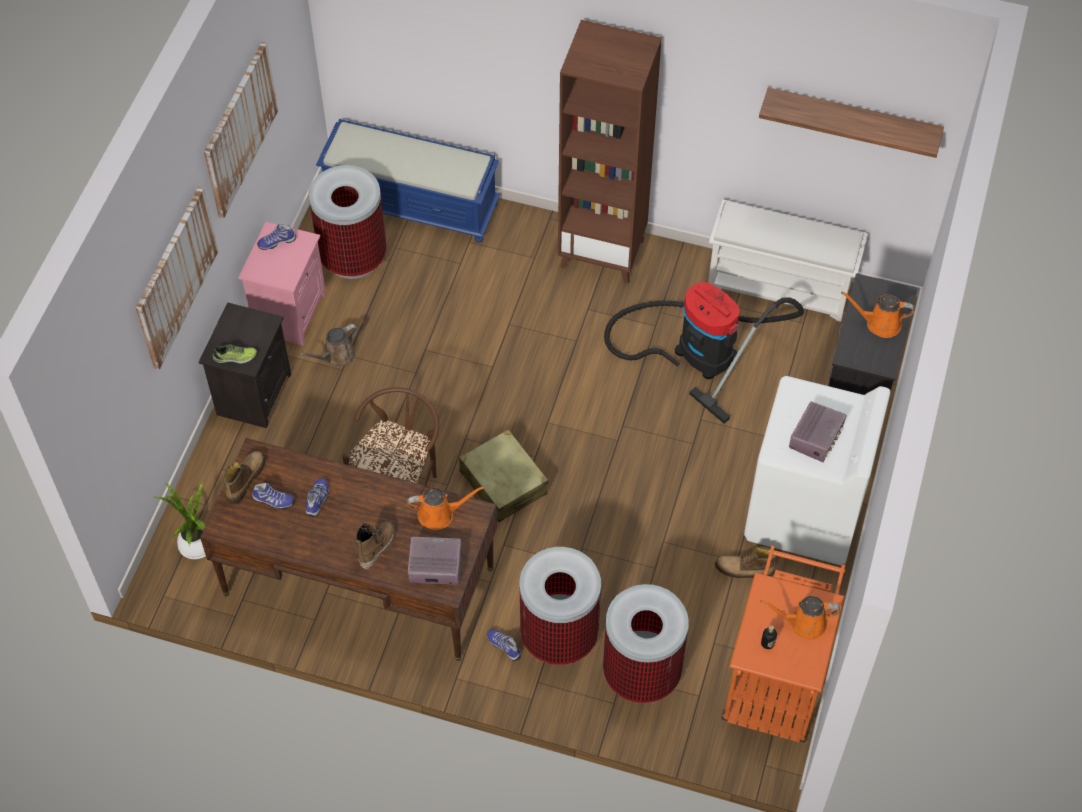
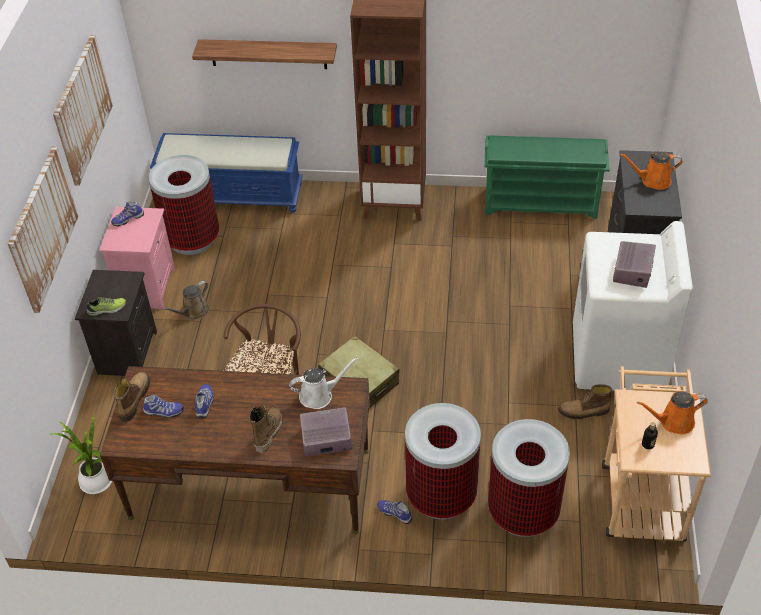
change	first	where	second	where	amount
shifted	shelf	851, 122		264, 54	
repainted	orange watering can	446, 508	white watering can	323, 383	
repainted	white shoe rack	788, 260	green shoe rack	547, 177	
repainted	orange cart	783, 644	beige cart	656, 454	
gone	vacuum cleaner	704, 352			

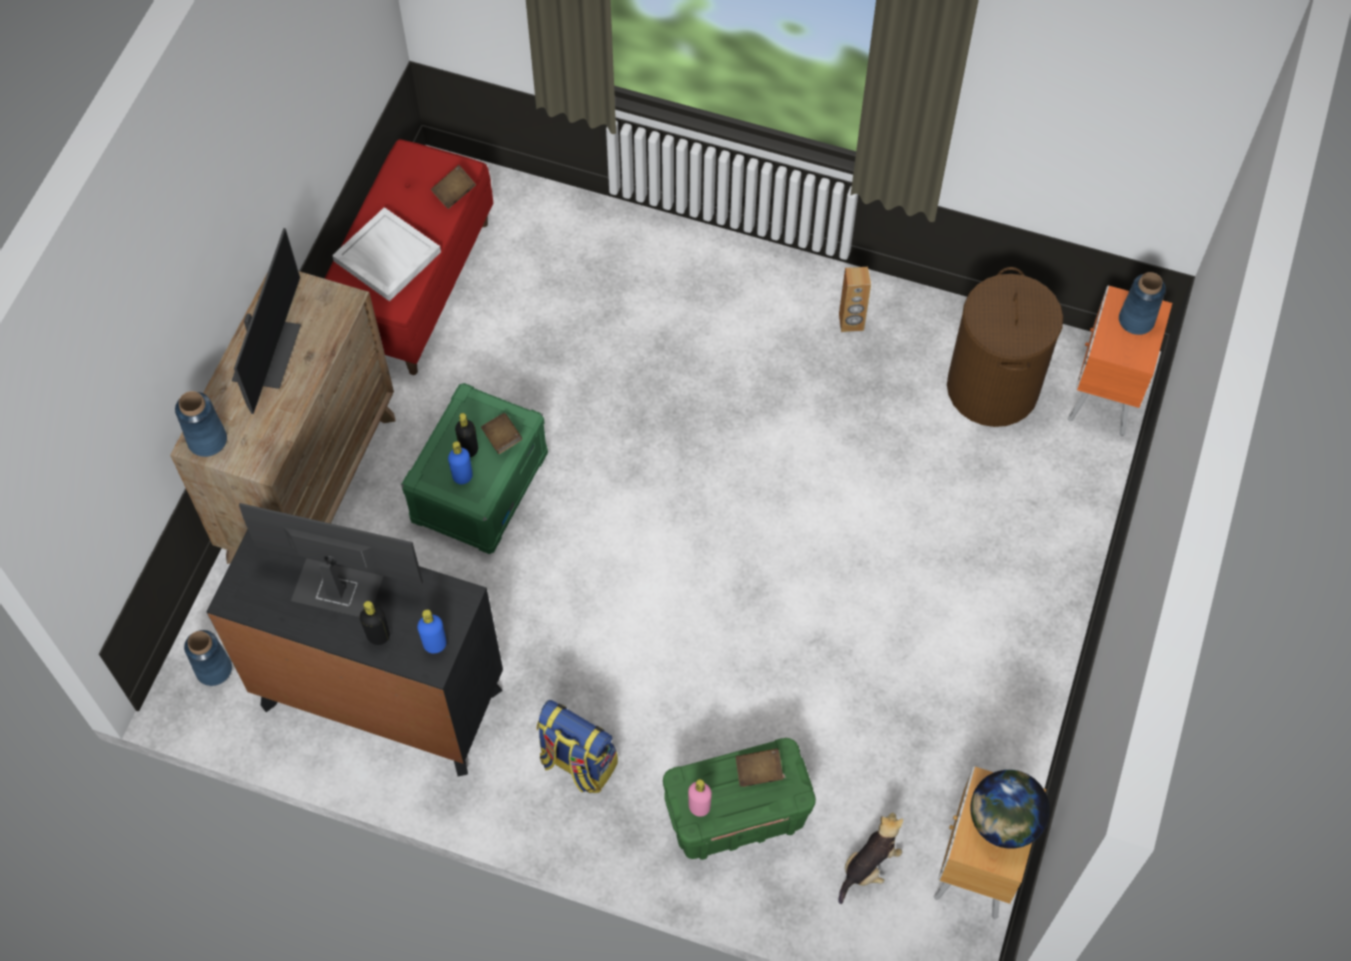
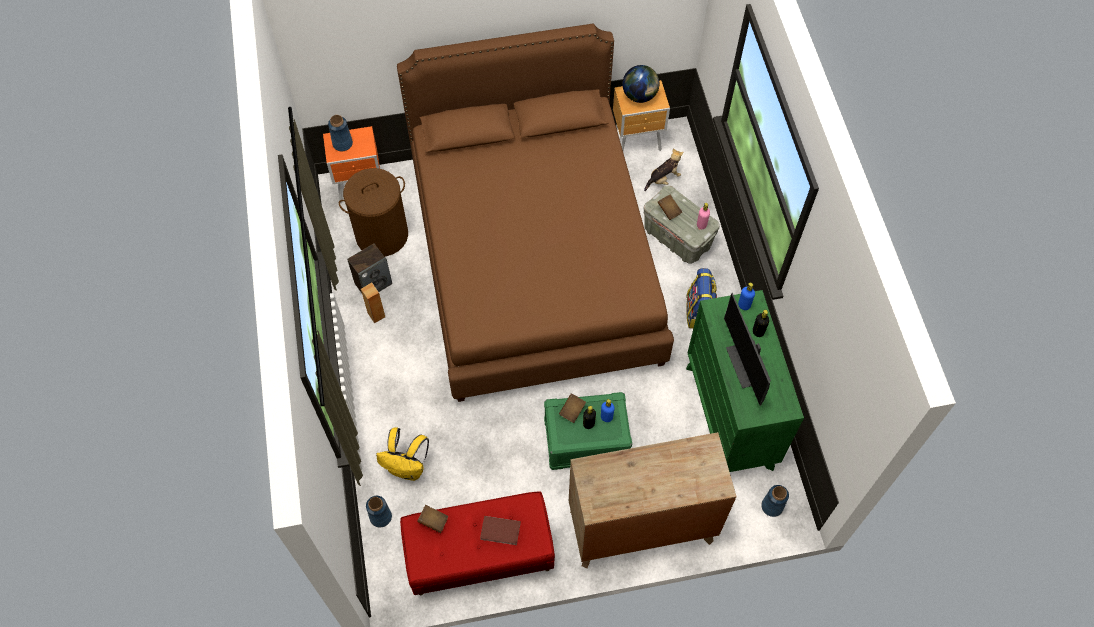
change	first	where	second	where	amount
new			speaker	369, 268	
shifted	blue vase	201, 424		379, 511	
new			yellow backpack	402, 454	
new			brown bed	535, 213	
swapped	white tray	386, 254	brown book	500, 530	
rotated	plush toy	870, 858		663, 169	135 degrees clockwise
repainted	green storage box	739, 799	grey storage box	682, 224	
repainted	black dresser	355, 653	green dresser	745, 381	
gone	monitor	266, 321			

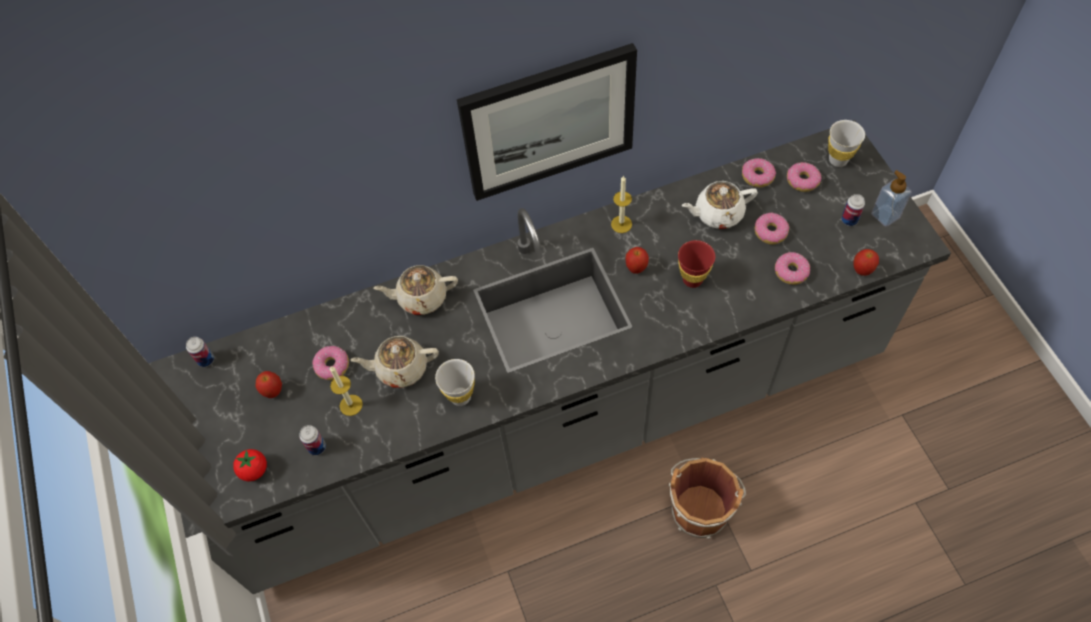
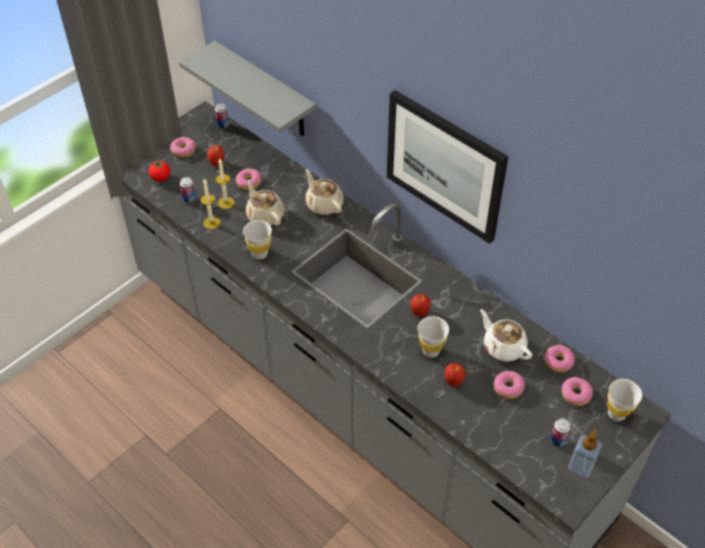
change	first	where	second	where	amount
shifted	donut	792, 268		183, 147	
new			grey shelf	247, 88	
shifted	candle	621, 204		210, 203	
repainted	red cup	696, 264	white cup	433, 337	
shifted	apple	866, 262		455, 375	
gone	brown bucket	707, 498			

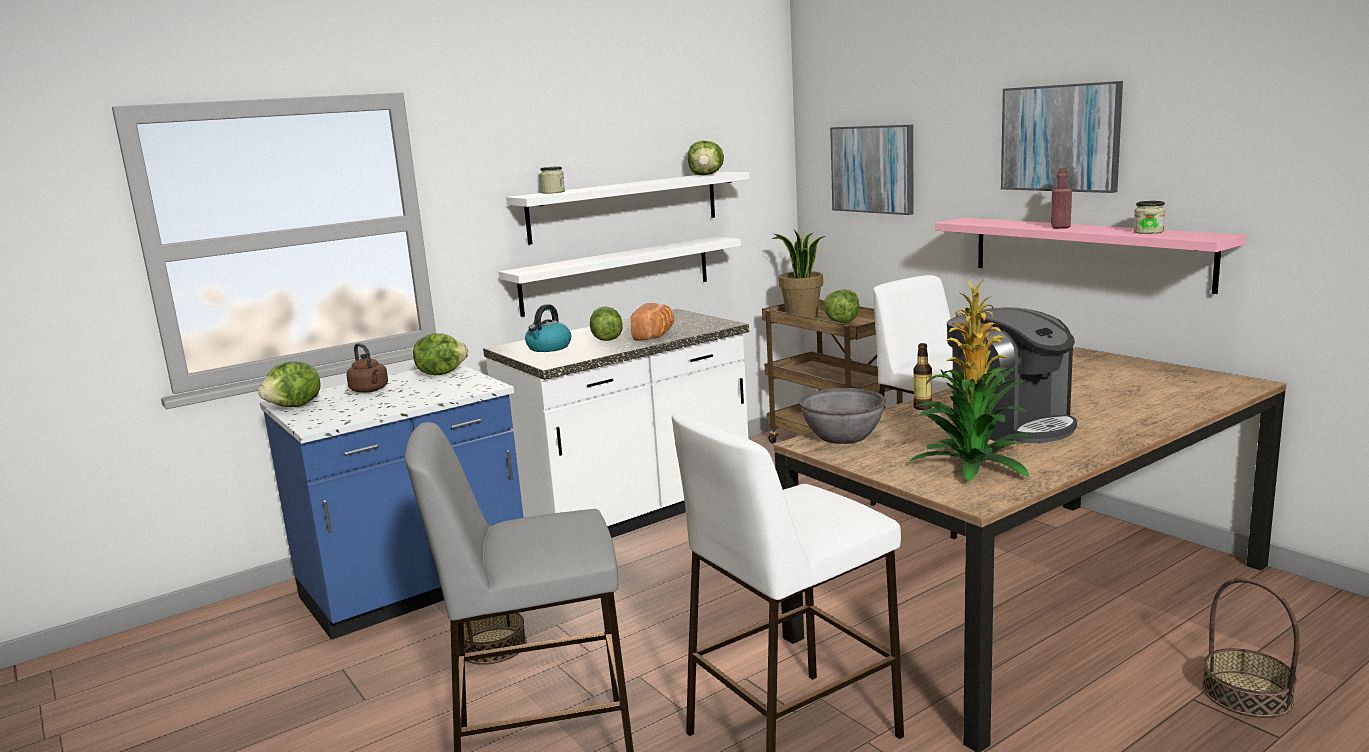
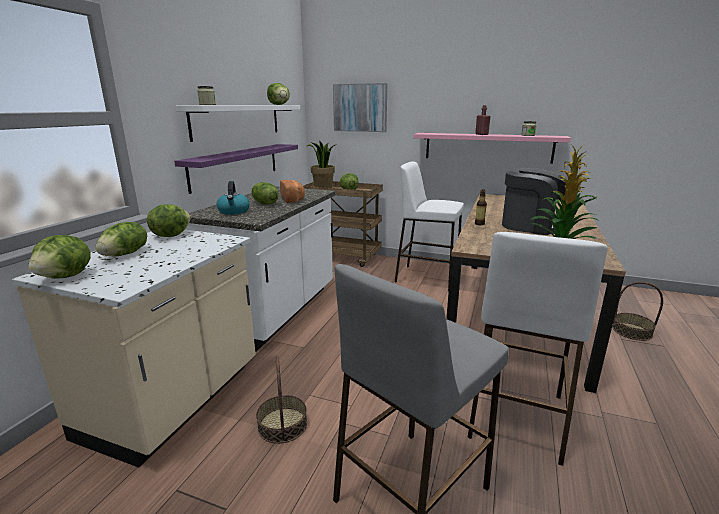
change	first	where	second	where	amount
repainted	blue counter	392, 502	beige counter	134, 349	
swapped	brown kettle	367, 368	lettuce	121, 239	
repainted	white shelf	620, 277	purple shelf	236, 169	
gone	grey bowl	842, 416			
gone	picture	1062, 137			

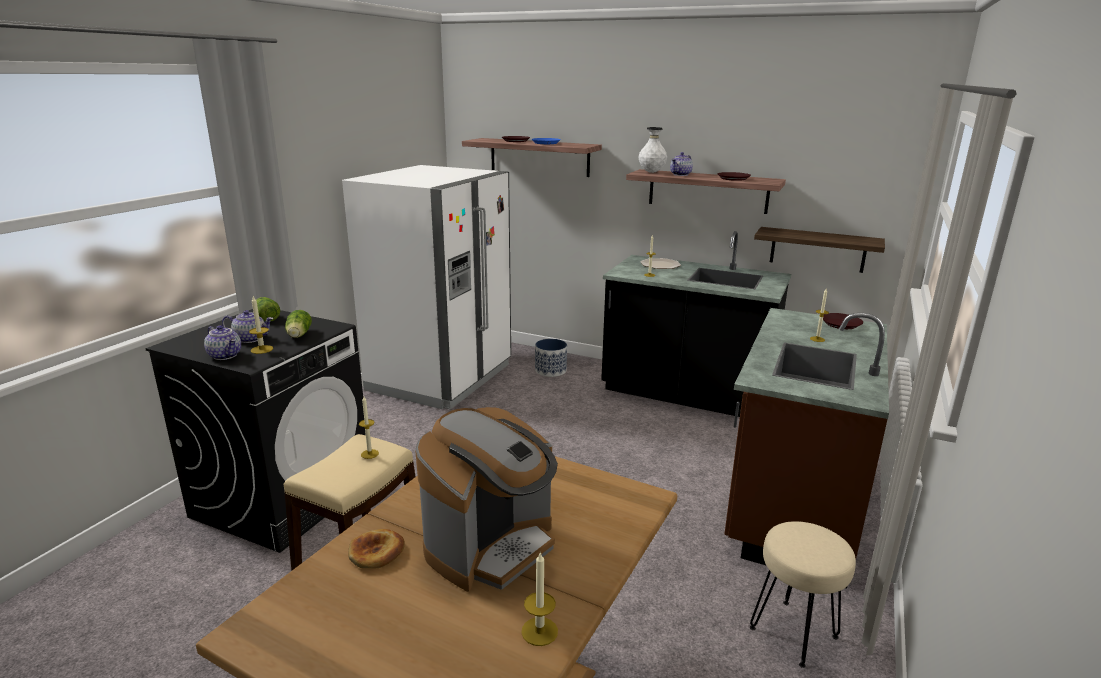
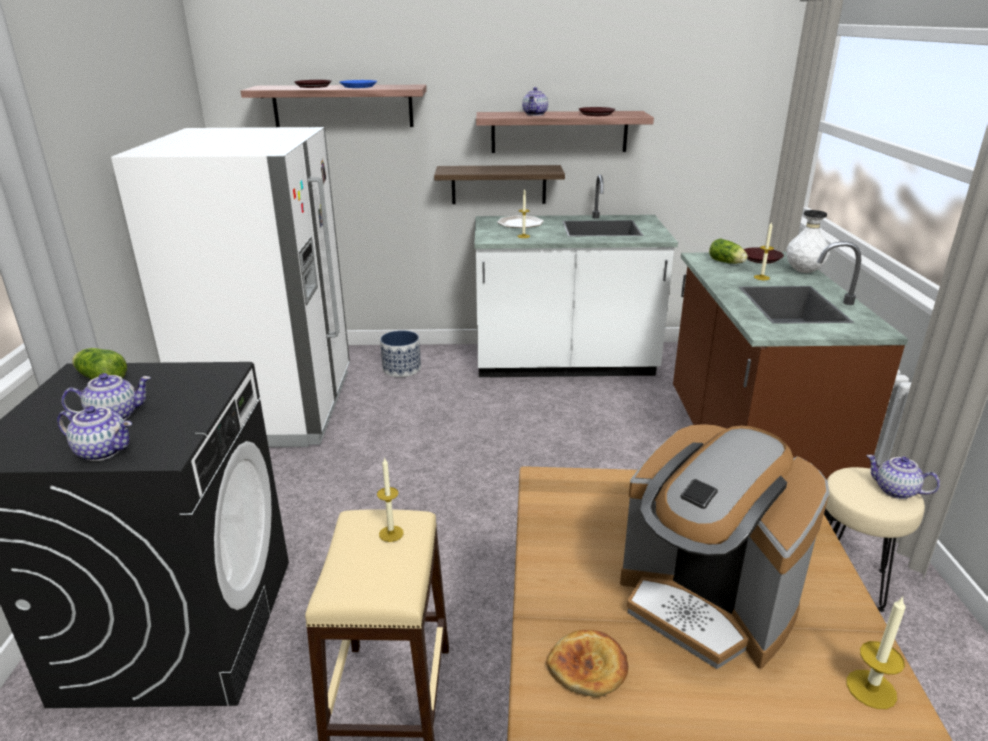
change	first	where	second	where	amount
shifted	shelf	819, 250		499, 184	
repainted	black counter	696, 324	white counter	576, 275	
rotated	coffee machine	486, 499		724, 546	120 degrees clockwise
shifted	lettuce	298, 324		728, 251	
shifted	white vase	653, 150		808, 241	
new			teapot	903, 477	
gone	candle	261, 325			

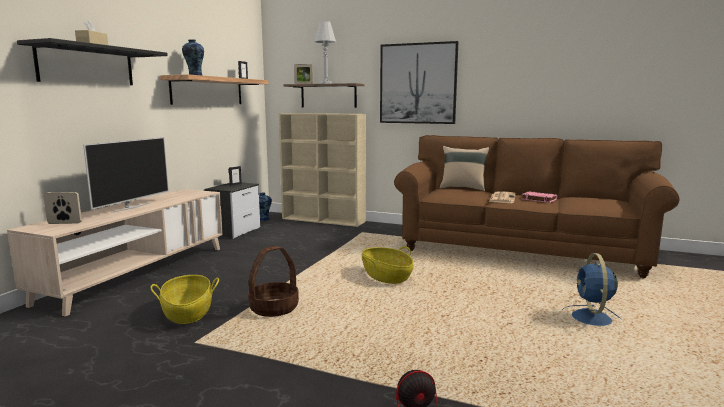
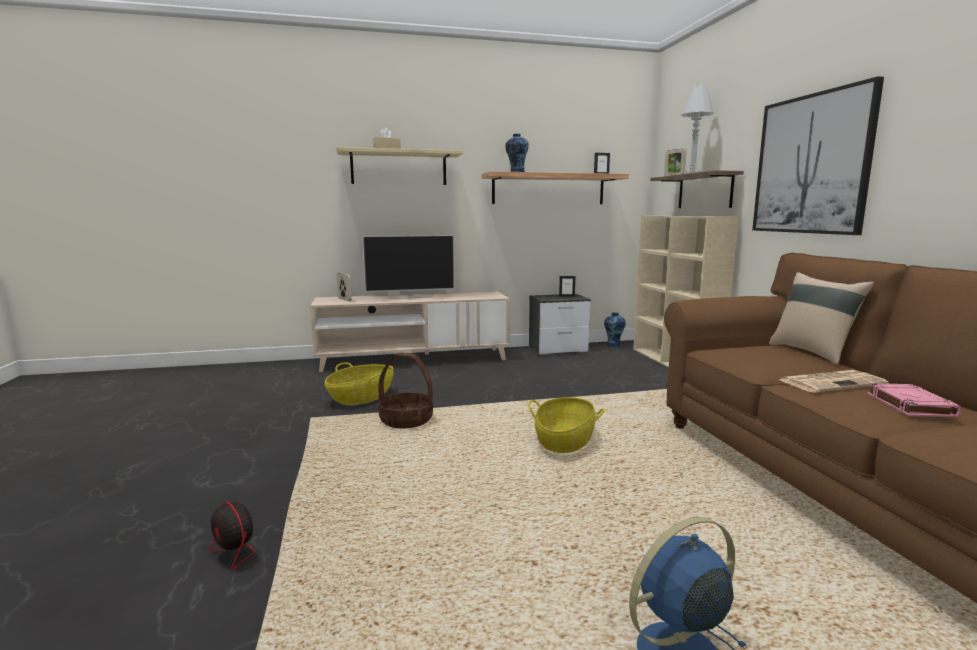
change	first	where	second	where	amount
repainted	black shelf	92, 61	beige shelf	399, 166	

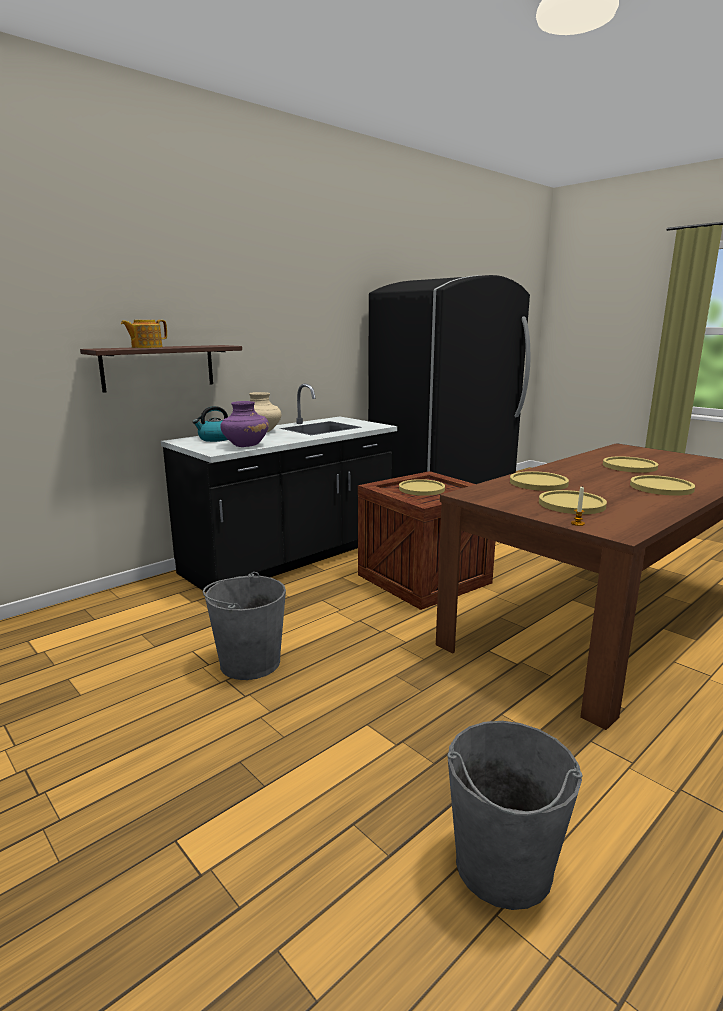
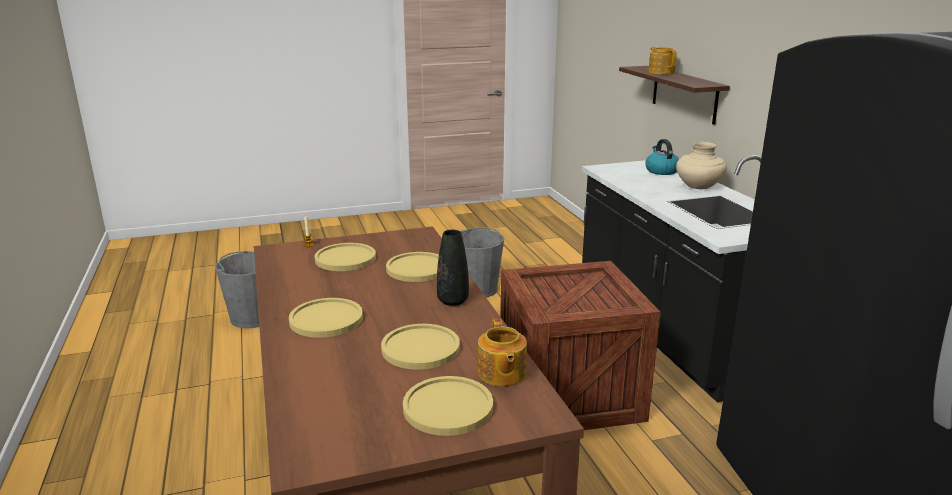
change	first	where	second	where	amount
shifted	yellow plate	422, 487		448, 406	
new			black vase	453, 268	
new			teapot	502, 352	
gone	purple vase	244, 424			

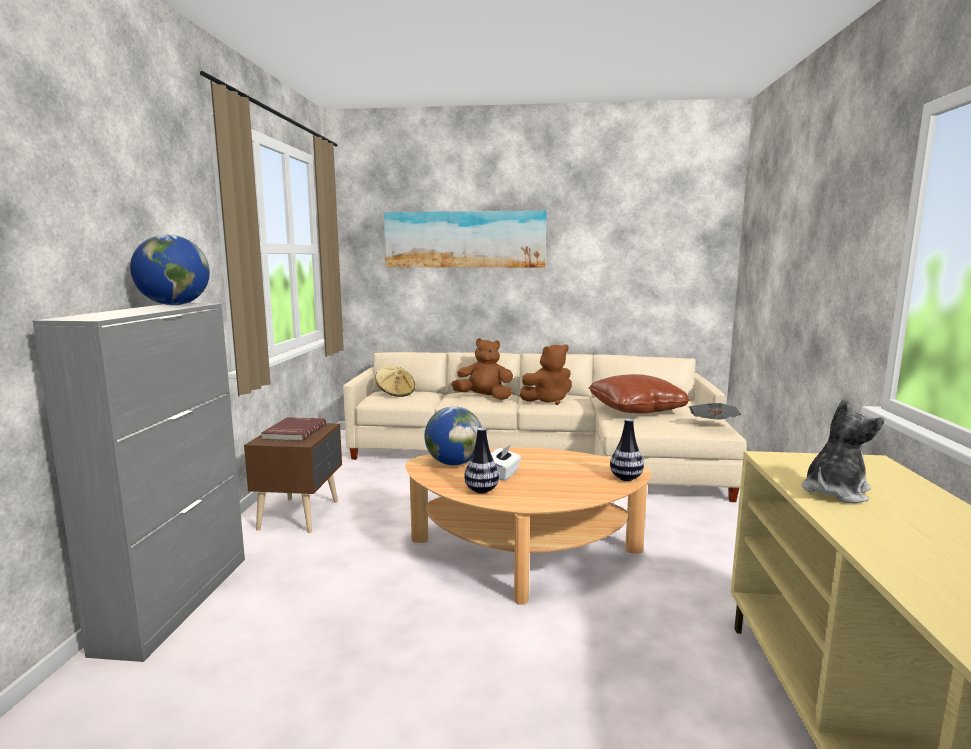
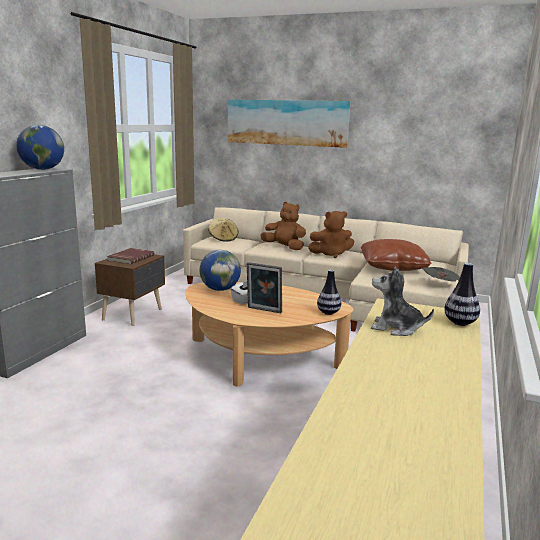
change	first	where	second	where	amount
new			picture frame	264, 287	
rotated	plush toy	843, 450		402, 301	135 degrees counterclockwise
shifted	vase	481, 461		462, 294	

